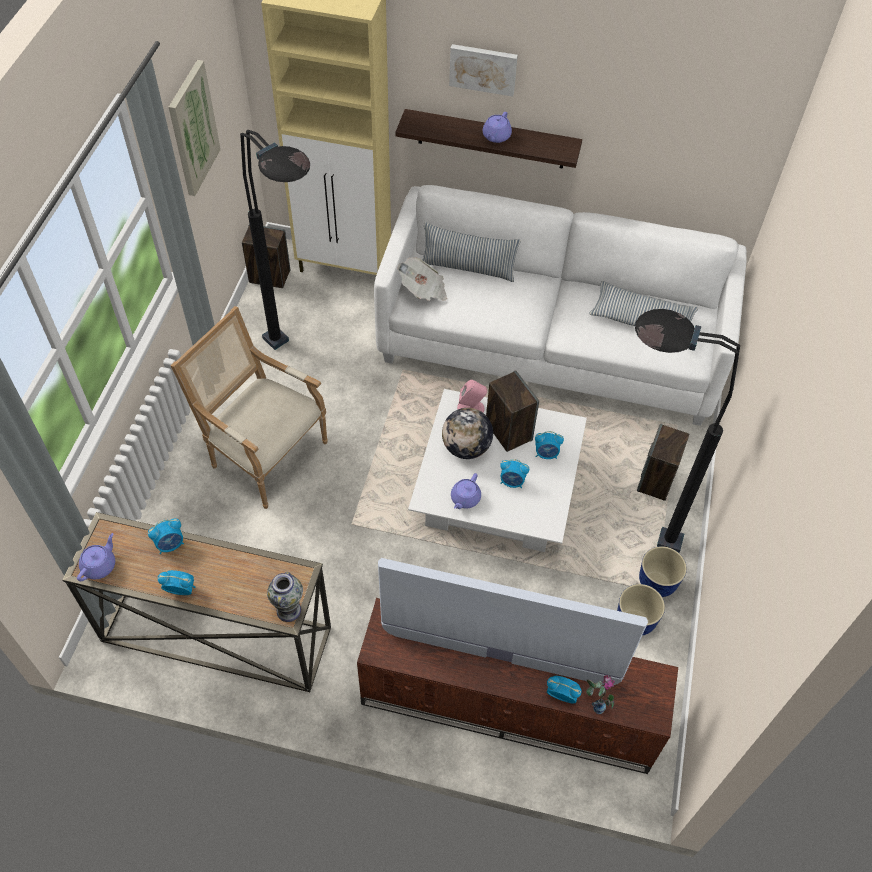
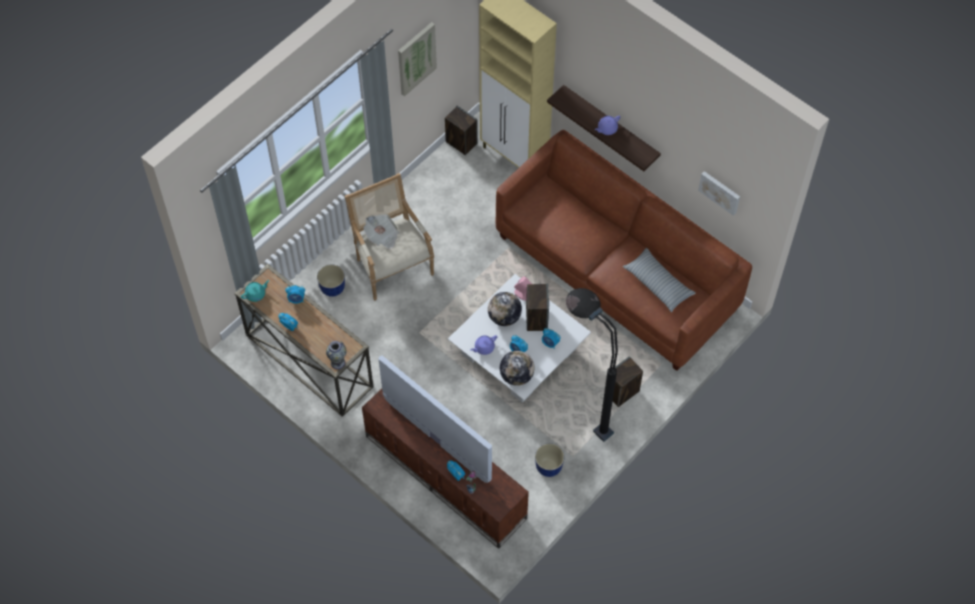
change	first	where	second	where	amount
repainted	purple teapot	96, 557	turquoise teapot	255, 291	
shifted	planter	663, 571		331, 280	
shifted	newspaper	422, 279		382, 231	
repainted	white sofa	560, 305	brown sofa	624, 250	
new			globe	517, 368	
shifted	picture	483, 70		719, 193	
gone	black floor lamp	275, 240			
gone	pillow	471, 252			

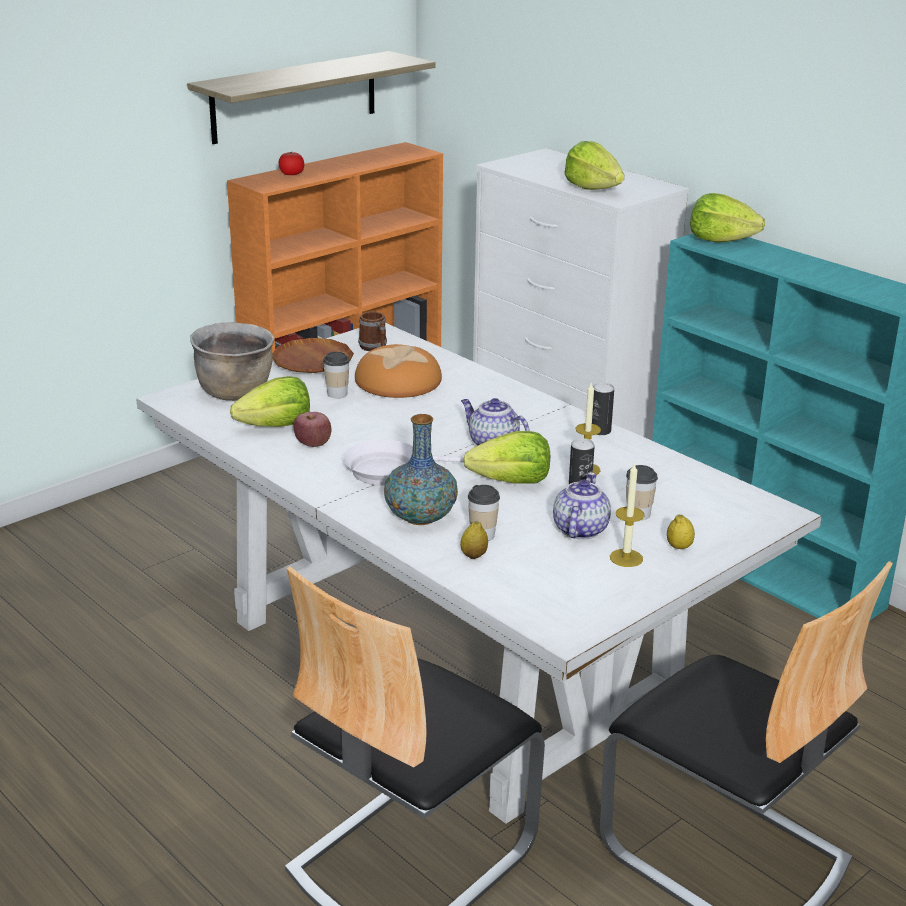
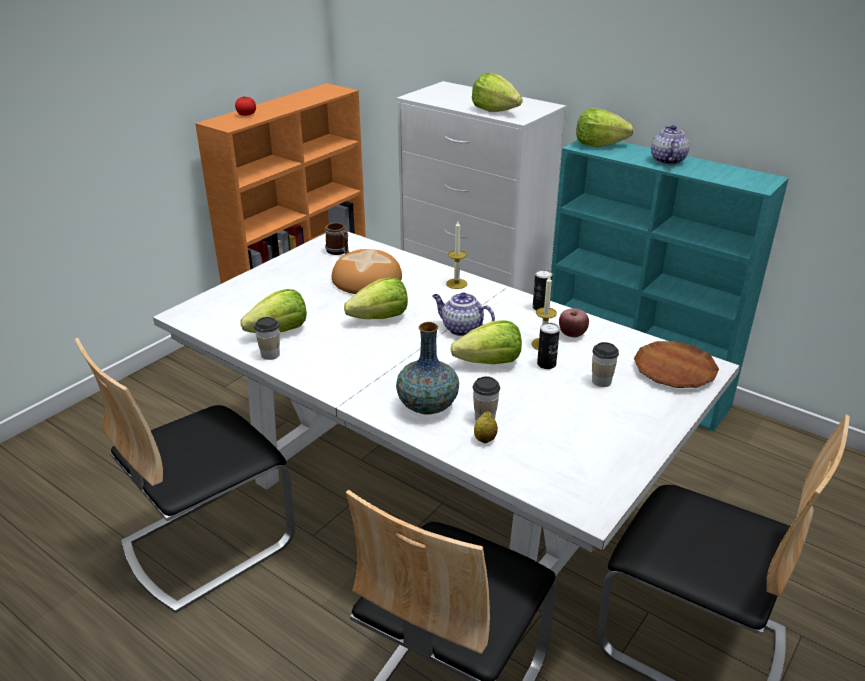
change	first	where	second	where	amount
new			chair	185, 475	
shifted	cup	336, 375		267, 338	
new			lettuce	376, 298	
shifted	candle	627, 514		456, 255	
shifted	apple	312, 429		574, 322	
shifted	brown plate	313, 355		676, 364	
shifted	teapot	582, 505		670, 145	
gone	shelf	311, 97			
gone	brown cooking pot	232, 361			
gone	white frying pan	403, 462			
gone	lemon	681, 532			

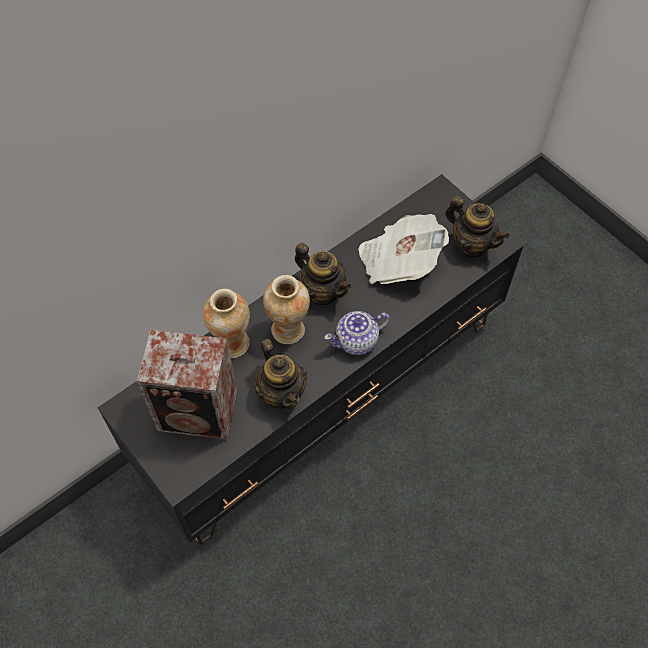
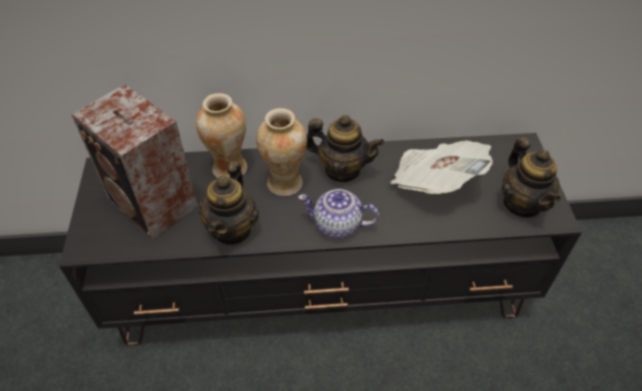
change	first	where	second	where	amount
rotated	teapot	323, 274		345, 148	60 degrees counterclockwise

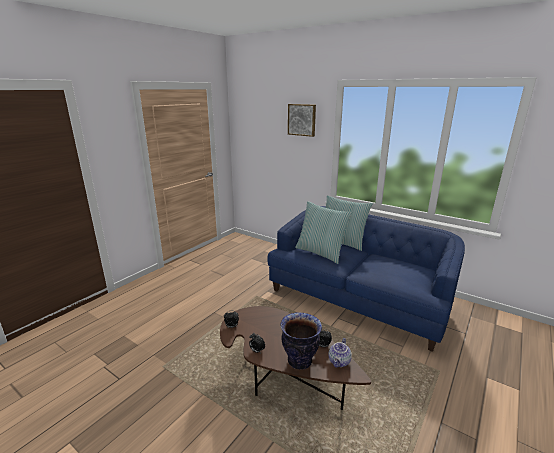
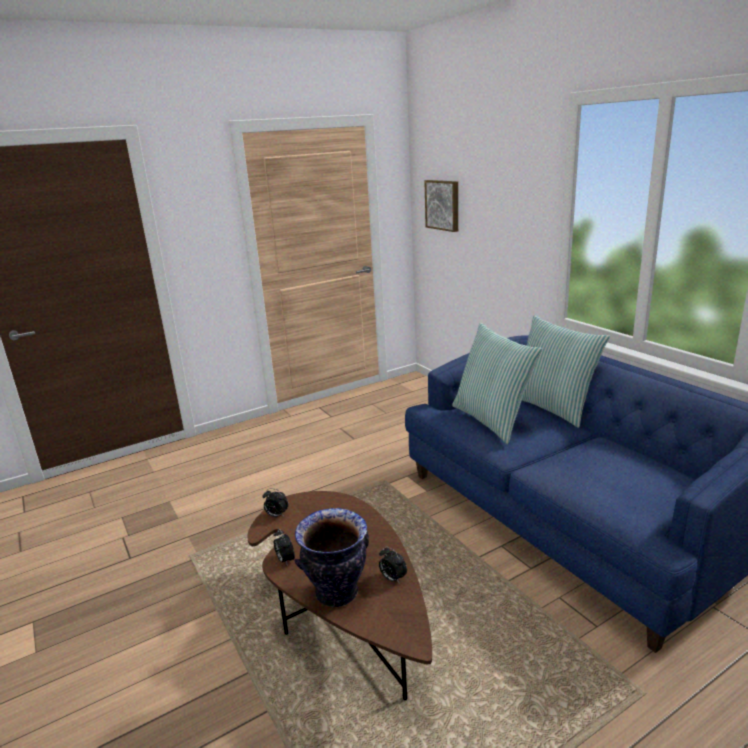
change	first	where	second	where	amount
shifted	picture	302, 120		441, 206	
gone	teapot	340, 353			

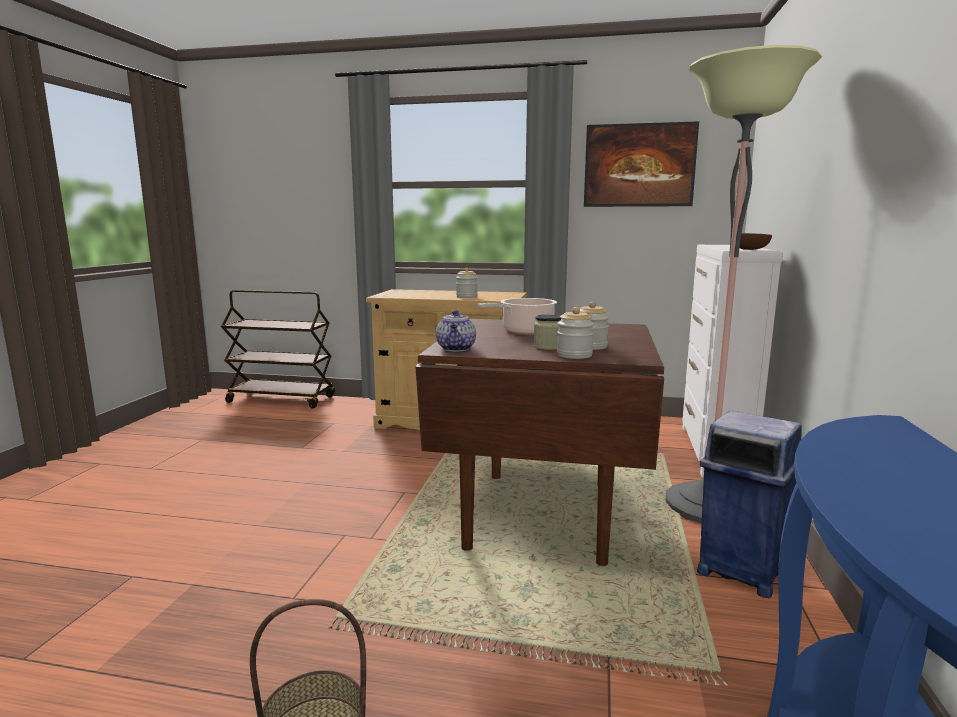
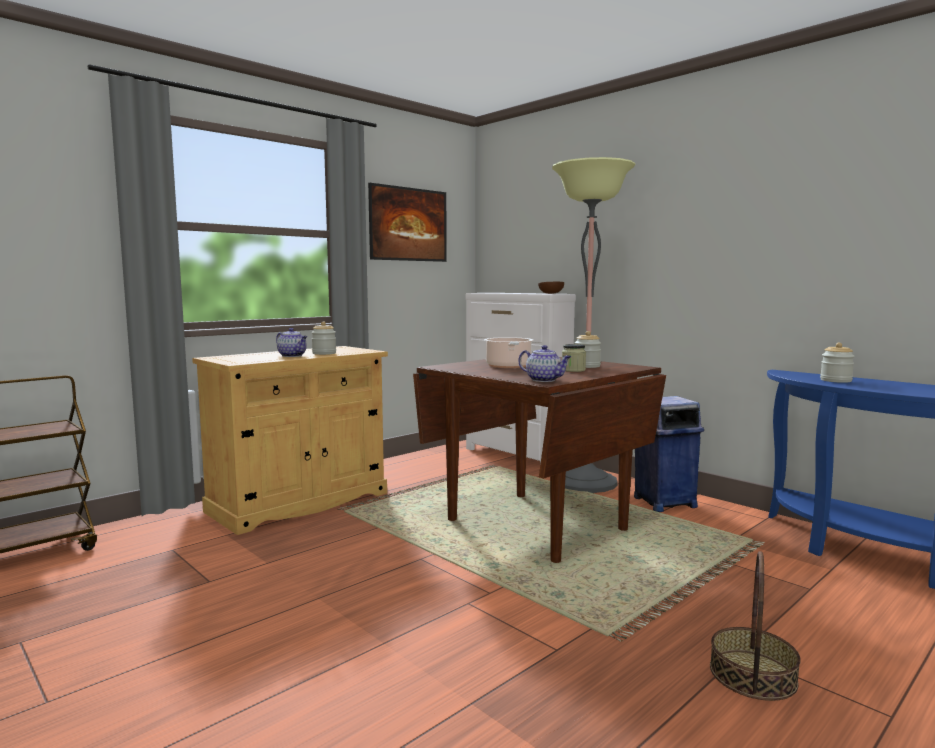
change	first	where	second	where	amount
new			teapot	291, 342	
shifted	jar	575, 333		837, 363	

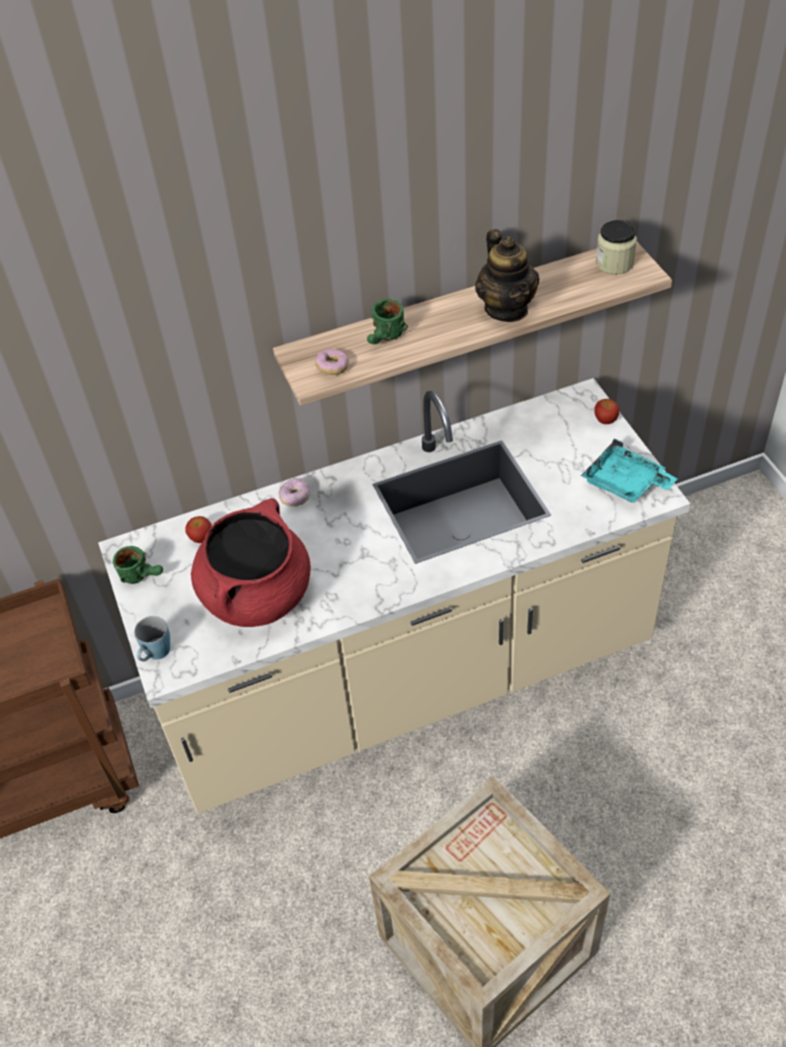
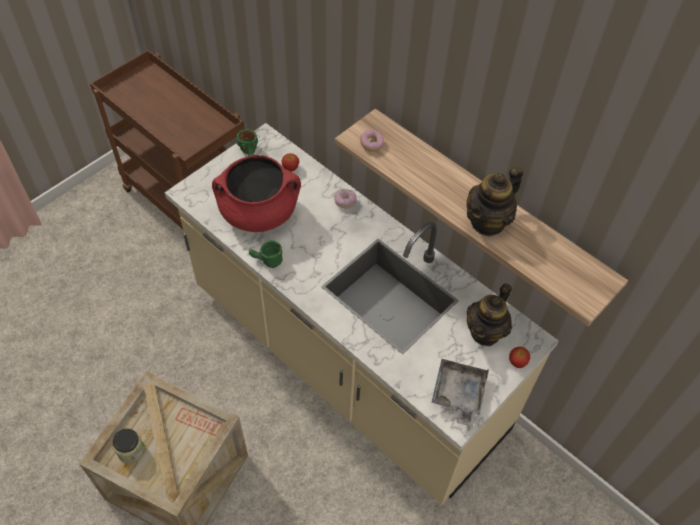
change	first	where	second	where	amount
shifted	jar	616, 247		129, 446	
shifted	green mug	387, 321		265, 254	
repainted	turquoise tray	629, 470	grey tray	460, 393	
new			teapot	489, 314	
gone	blue mug	152, 638			

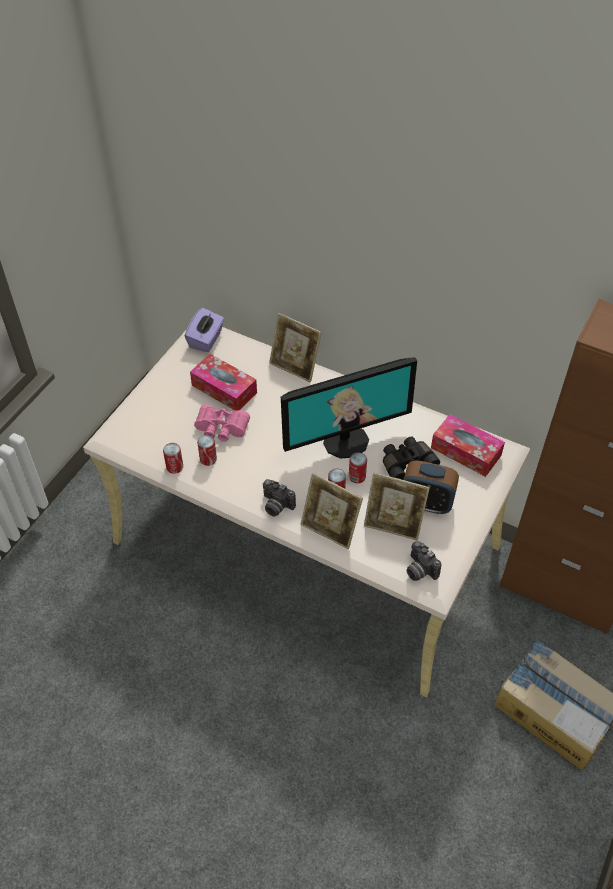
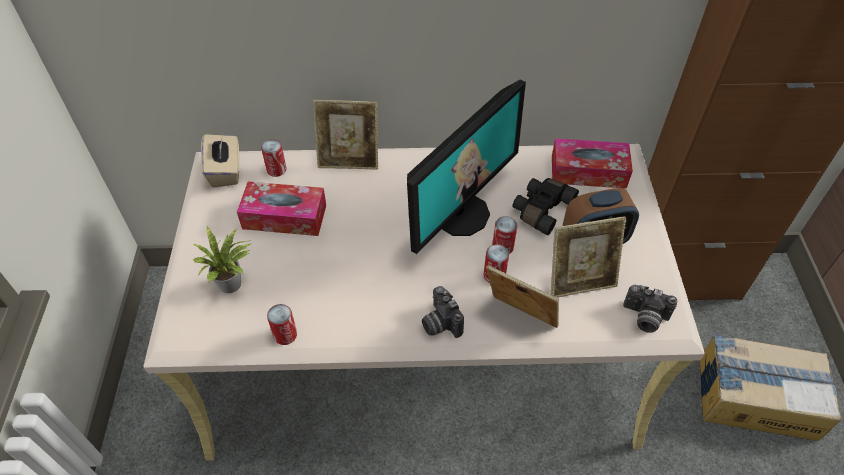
change	first	where	second	where	amount
new			potted plant	222, 259	
repainted	purple tissue box	204, 330	beige tissue box	220, 161	
shifted	can	207, 450		273, 158	
rotated	photo camera	279, 497		443, 312	60 degrees clockwise
rotated	picture frame	331, 511		522, 296	150 degrees counterclockwise
gone	pink binoculars	222, 423			

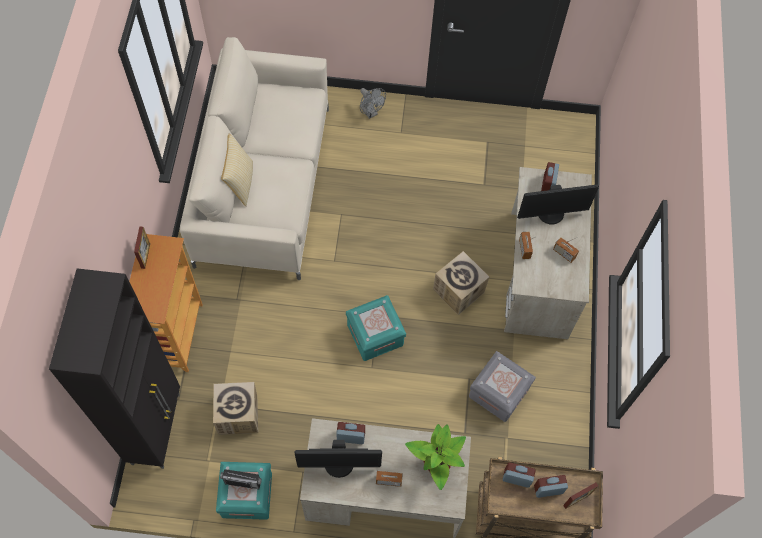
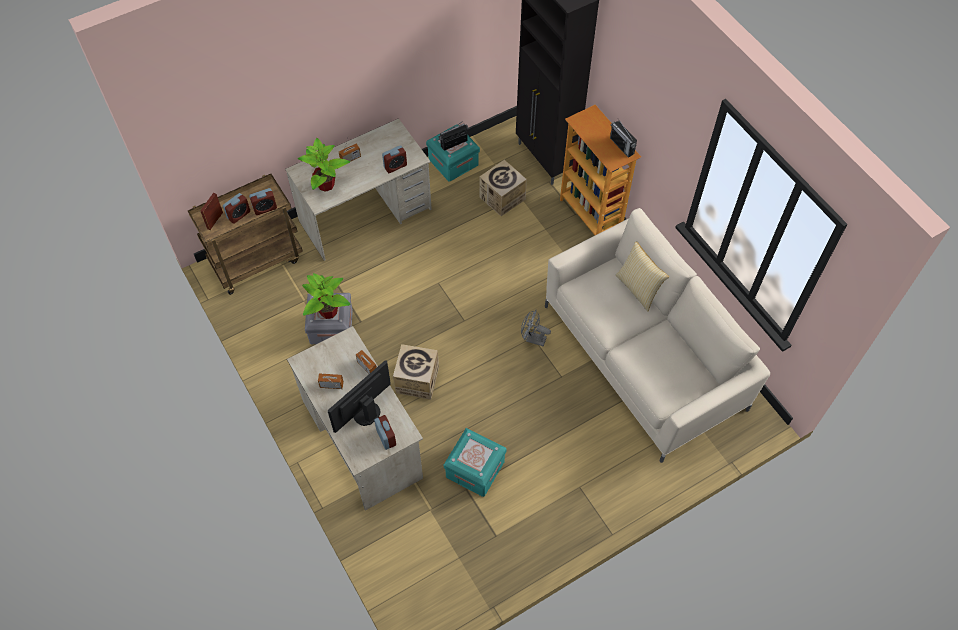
change	first	where	second	where	amount
new			potted plant	326, 296	
shifted	turquoise storage box	376, 328		475, 462	
shifted	grey fan	373, 103		536, 328	
swapped	picture frame	142, 247	radio	623, 138	
gone	monitor	338, 459			

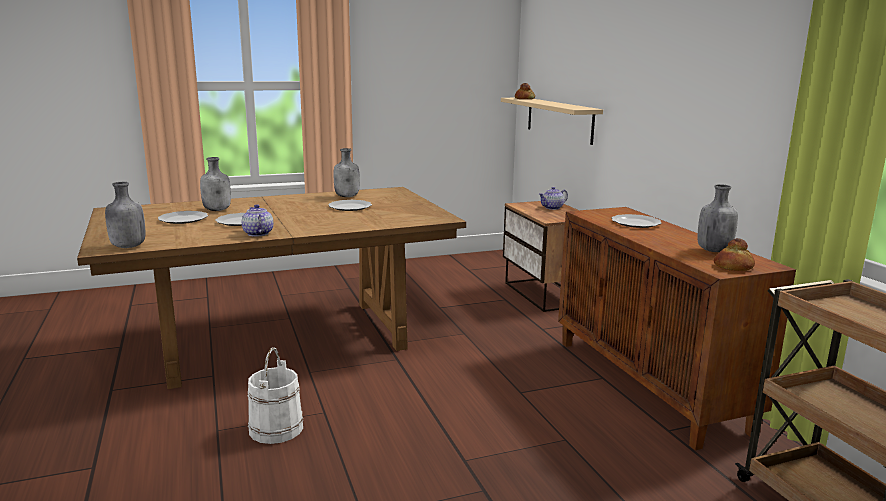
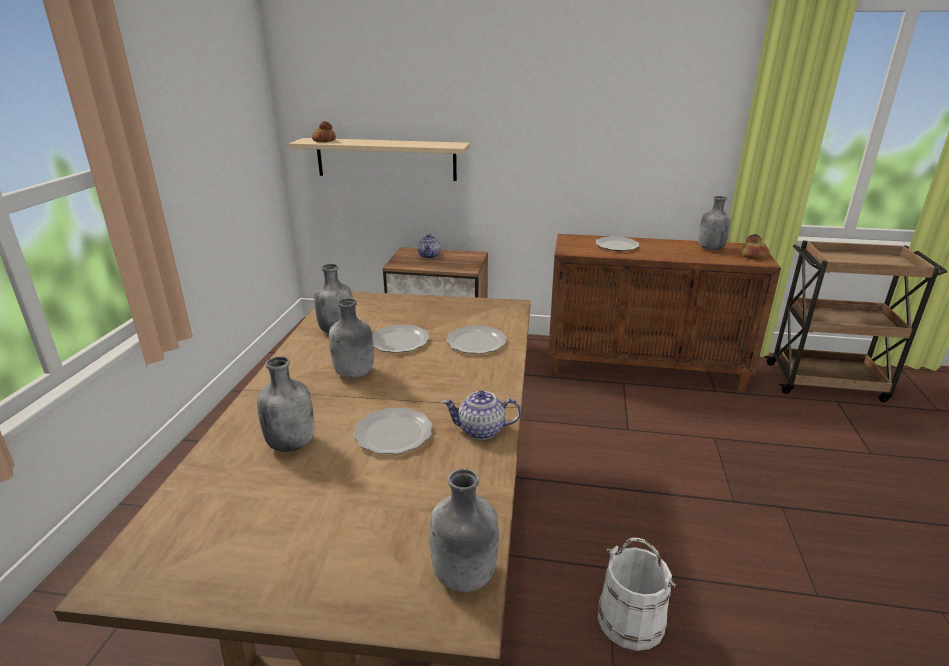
change	first	where	second	where	amount
new			grey bottle	351, 338	
shifted	plate	183, 217		476, 339	

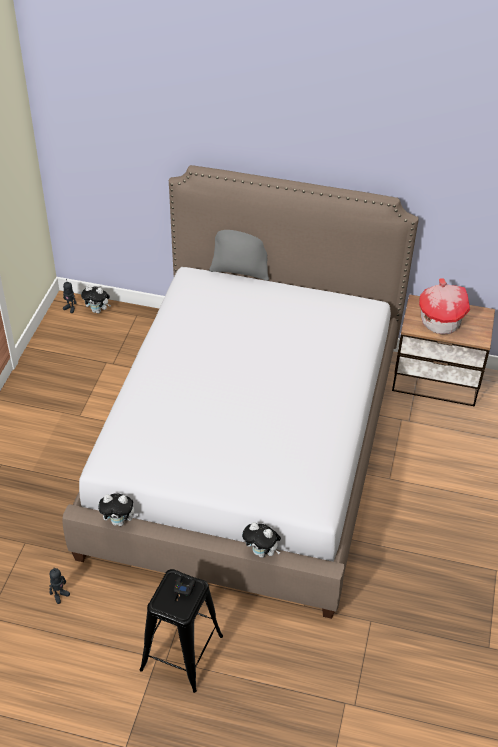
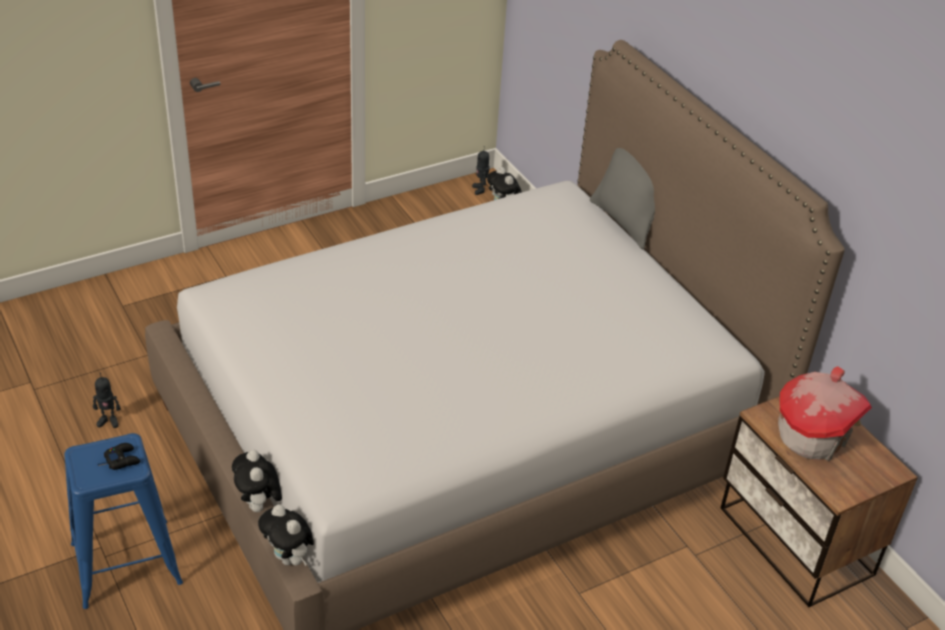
change	first	where	second	where	amount
repainted	black stool	181, 631	blue stool	123, 521	
shifted	plush toy	118, 509		286, 535	

